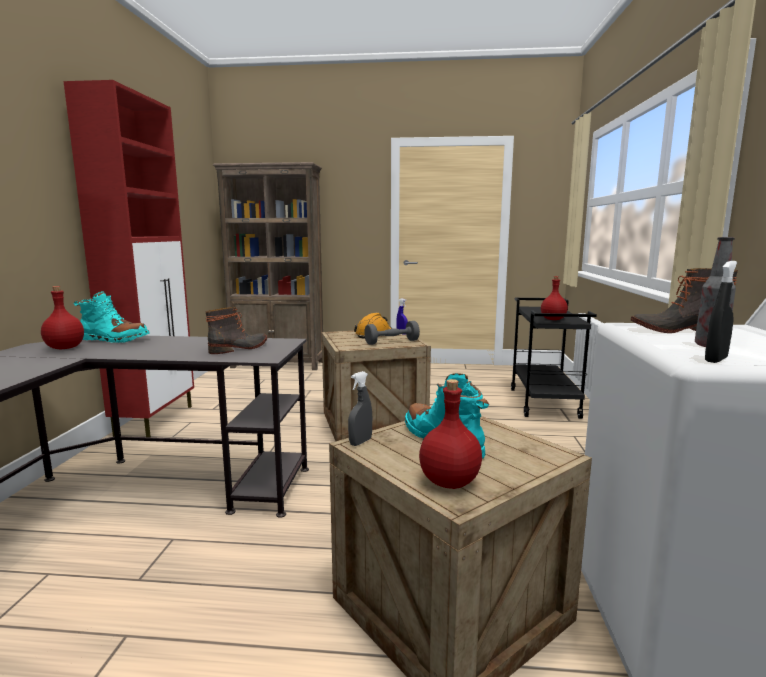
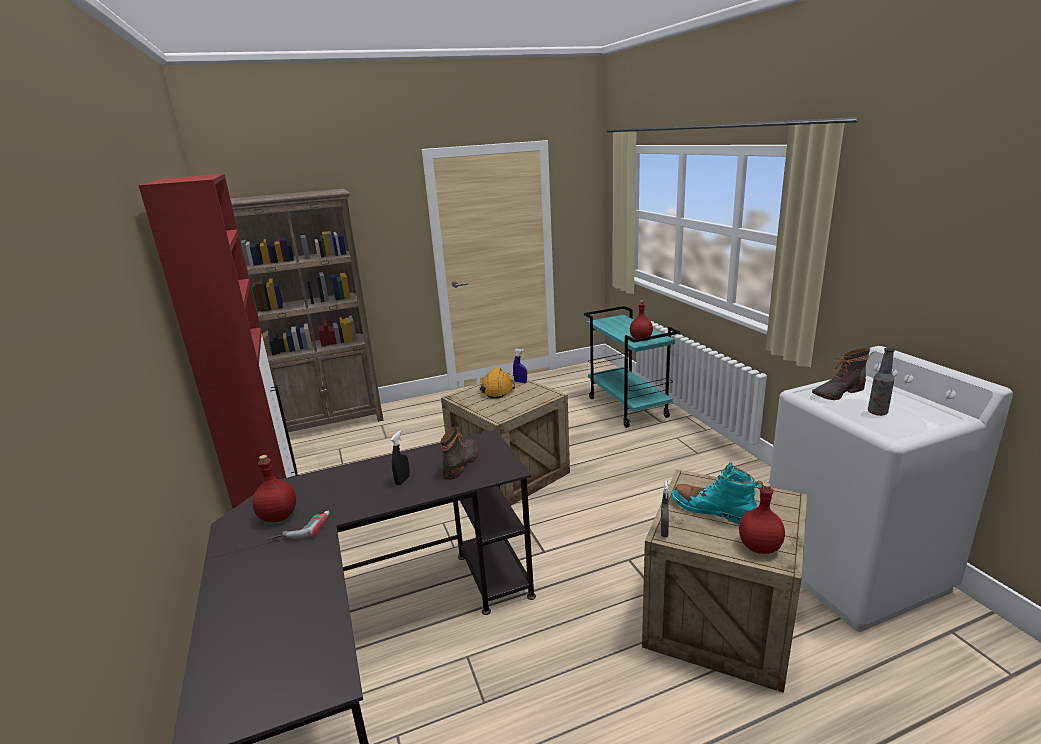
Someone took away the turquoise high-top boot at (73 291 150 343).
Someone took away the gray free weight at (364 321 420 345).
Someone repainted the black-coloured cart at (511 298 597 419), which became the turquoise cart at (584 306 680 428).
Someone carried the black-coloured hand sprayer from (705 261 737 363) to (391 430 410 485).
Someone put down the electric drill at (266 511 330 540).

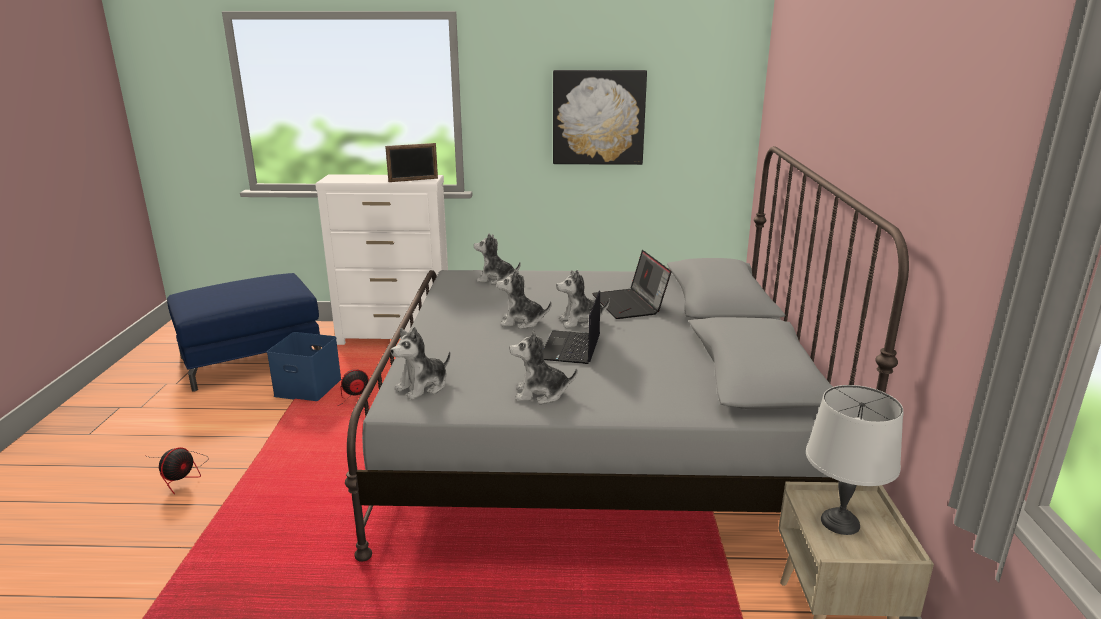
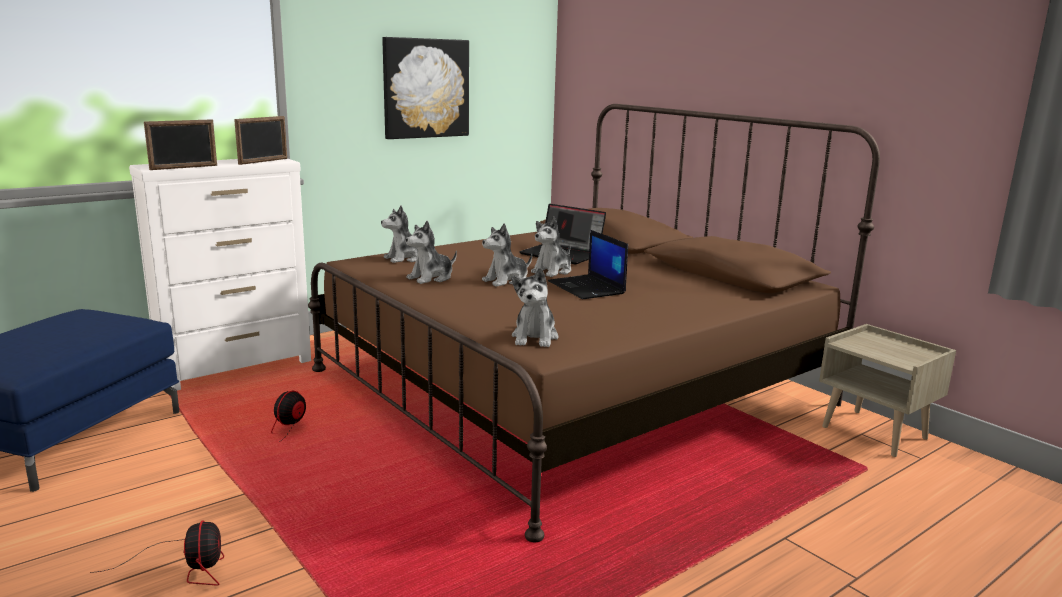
Someone took away the bluish storage bin at (267 332 341 401).
Someone repainted the gray bed at (345 146 909 562), which became the brown-coloured bed at (308 104 880 543).
Someone carried the soft toy from (509 330 577 404) to (405 221 457 284).
Someone took away the gray lamp for a table at (806 385 904 535).
Someone put down the photo frame at (144 119 217 170).

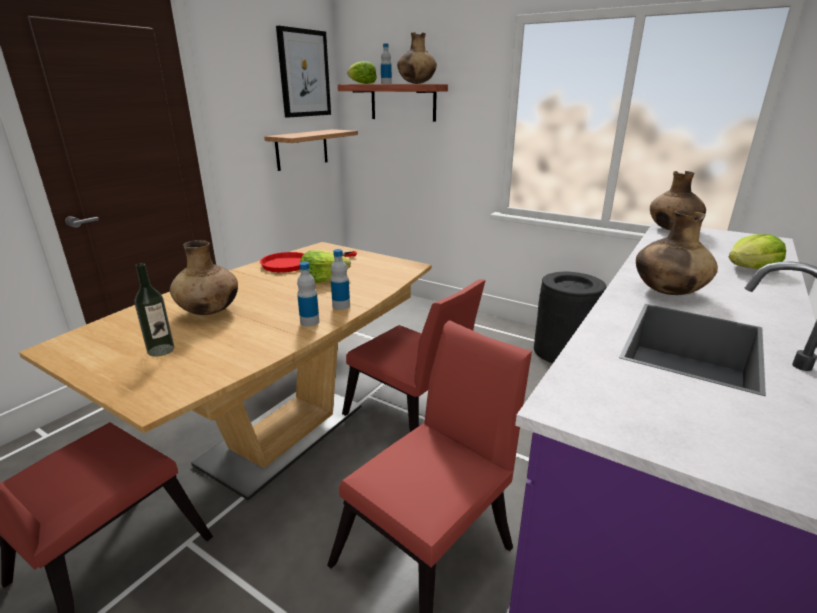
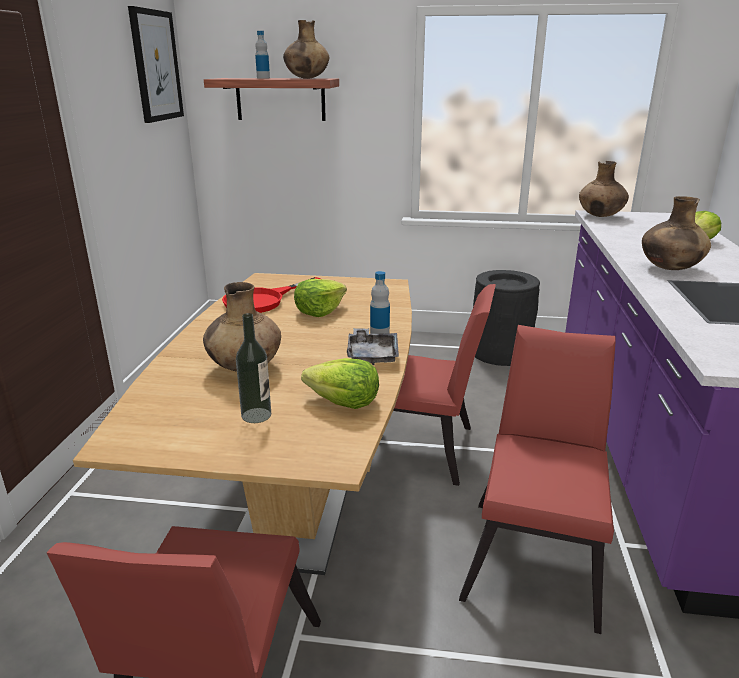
Someone took away the shelf at (264 129 358 171).
Someone swapped the bottle at (297 261 319 327) for the gray carrying tray at (347 328 399 365).
Someone carried the head of lettuce from (347 61 377 84) to (301 358 379 409).

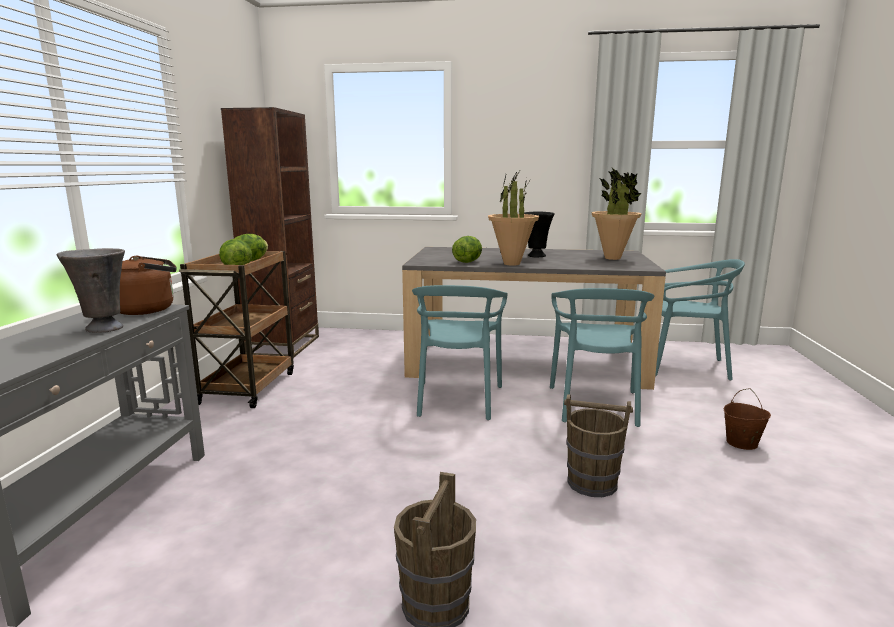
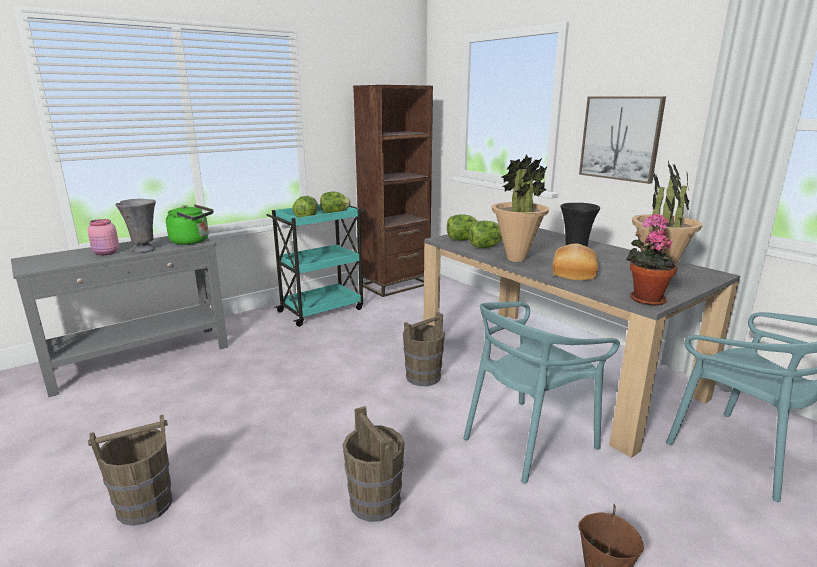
Someone repainted the brown-coloured water kettle at (120 256 177 315), which became the greenish water kettle at (166 204 213 245).
Someone repainted the brown-coloured cart at (179 251 294 408), which became the turquoise cart at (266 204 364 327).
Someone swapped the turquoise plain chair at (412 285 508 420) for the brown-coloured water bucket at (403 312 445 386).
Someone put down the pinkish preserve jar at (87 219 119 255).
Someone put down the head of lettuce at (447 214 478 241).
Someone put down the bakery bread at (553 243 598 280).
Someone put up the wall art at (579 96 666 184).
Someone put down the plant in a pot at (626 214 677 306).

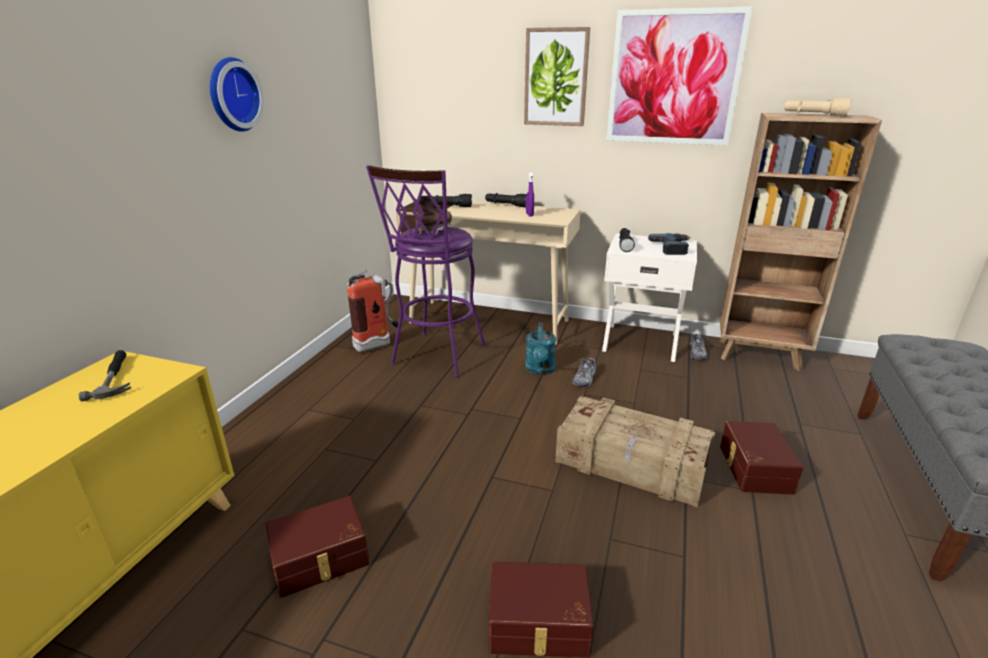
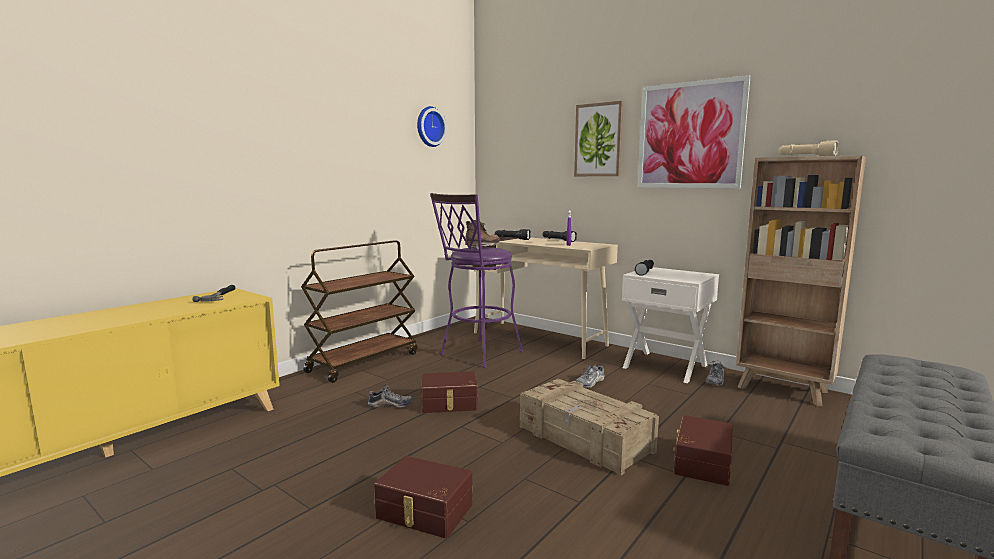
Someone carried the clock on the wall from (210 57 264 132) to (417 106 447 147).
Someone carried the brown-coloured storage bin from (265 496 370 598) to (421 371 478 413).
Someone took away the extinguisher at (347 270 399 352).
Someone took away the turquoise sprinkling can at (525 322 556 375).
Someone took away the electric drill at (648 233 691 255).
Someone put down the brown-coloured cart at (301 240 418 383).
Someone put down the shoe at (368 384 413 408).

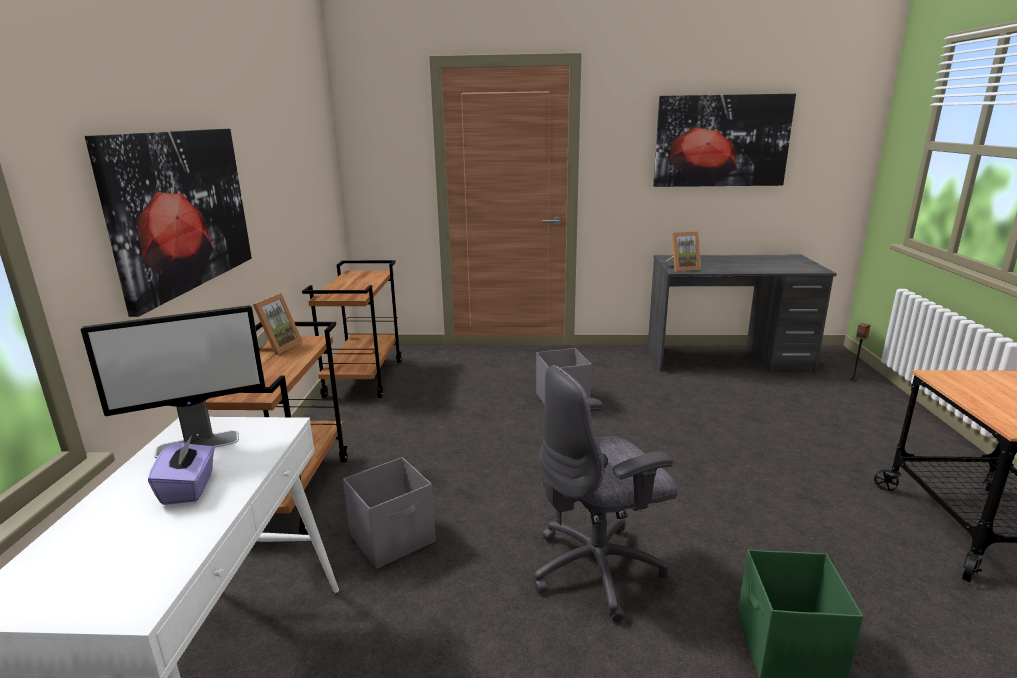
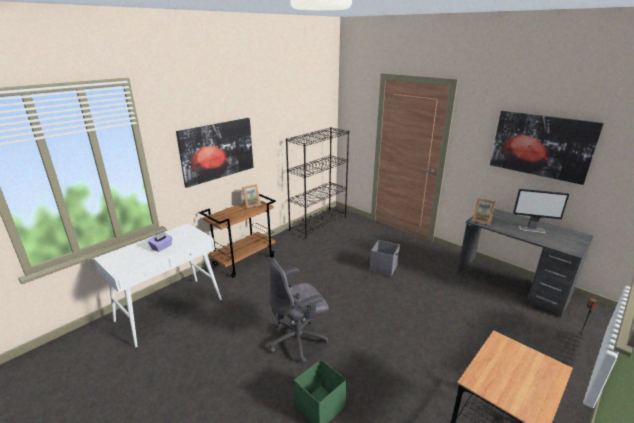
Someone carried the computer screen from (81 305 265 458) to (513 189 569 233).
Someone swapped the brown-coloured cart at (302 260 401 398) for the black-coloured bookcase at (286 127 349 239).
Someone took away the gray storage bin at (343 457 436 569).
Someone rotated the gray office chair at (534 365 678 622) by 45 degrees counterclockwise.

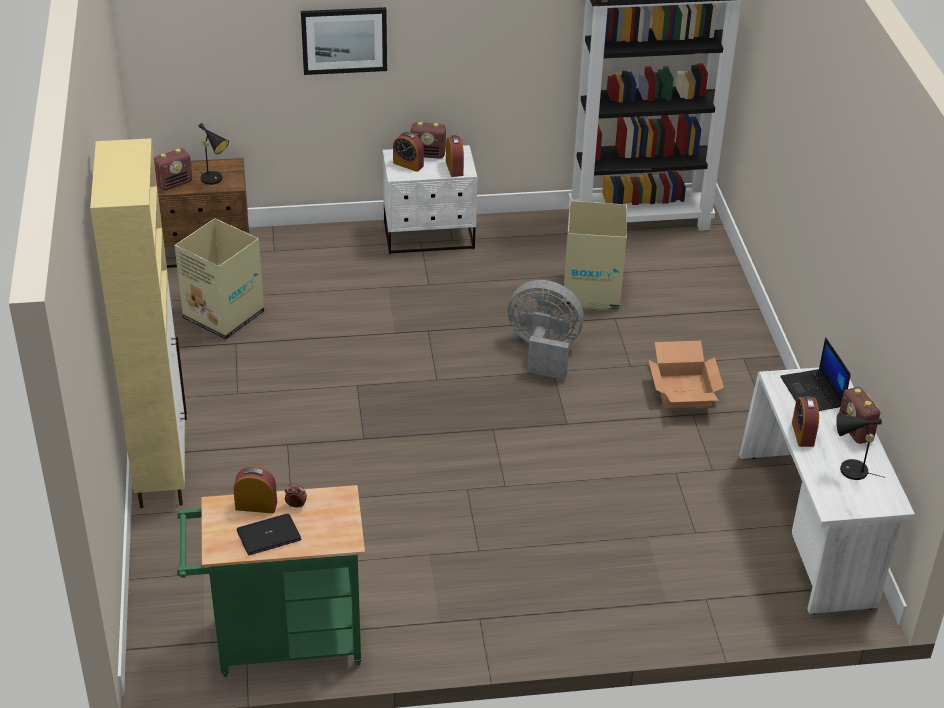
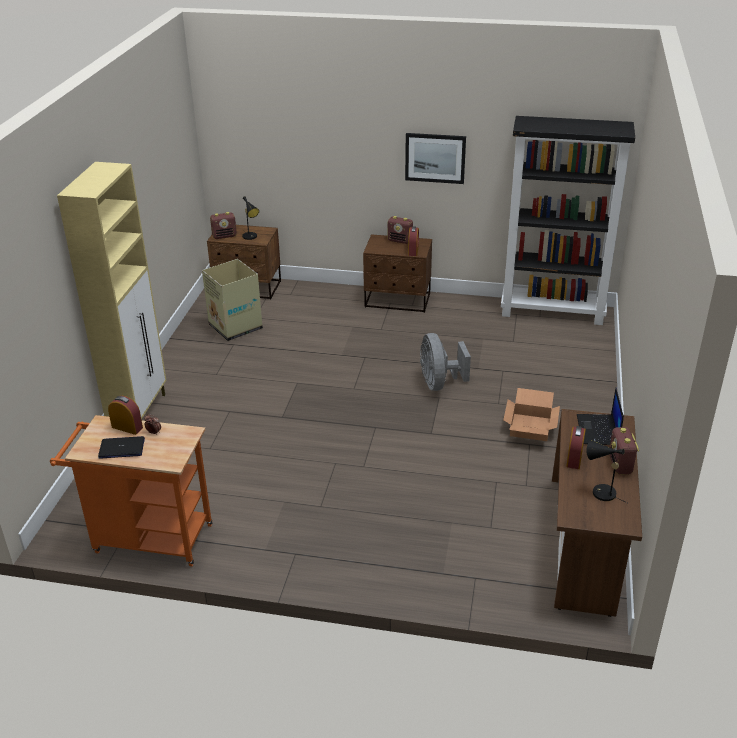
Someone repainted the greenish cart at (177 485 365 677), which became the orange cart at (50 415 212 566).
Someone carried the wall art from (301 7 387 75) to (405 133 466 184).
Someone repainted the white nightstand at (382 145 477 254), which became the brown-coloured nightstand at (363 234 432 313).
Someone took away the alarm clock at (393 132 424 172).
Someone rotated the gray cooling fan at (507 280 584 380) by 135 degrees counterclockwise.
Someone took away the packing box at (563 201 627 310).
Someone repainted the white desk table at (739 367 915 615), which became the brown-coloured desk table at (552 409 642 617).

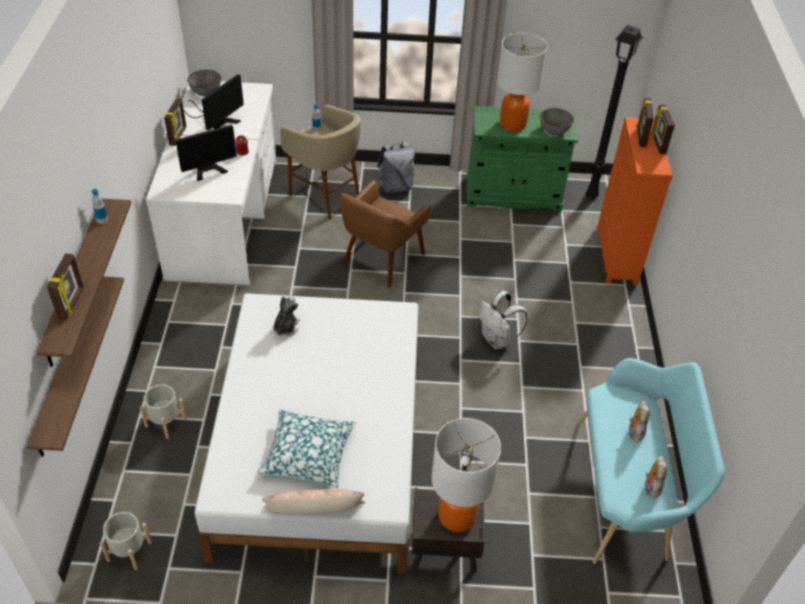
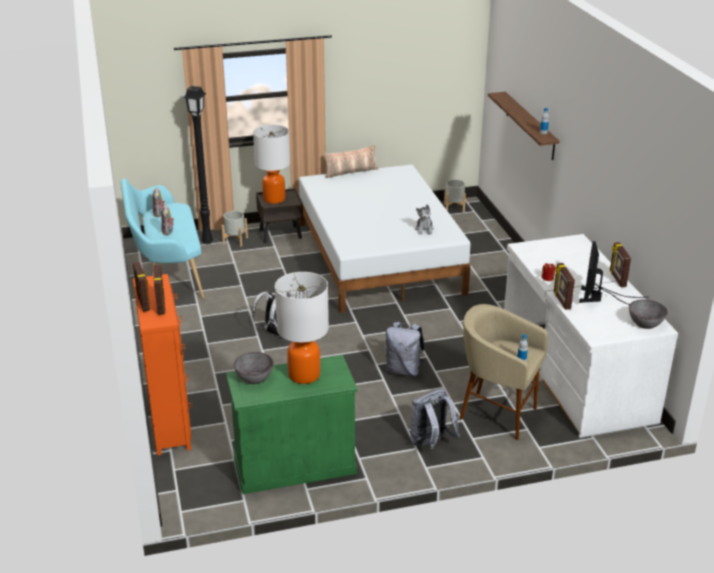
Someone took away the shelf at (26 276 124 457).
Someone carried the photo frame from (47 253 84 320) to (554 263 575 310).
Someone carried the gray flower pot from (140 384 187 439) to (221 211 248 247).
Someone took away the computer screen at (176 125 237 181).
Someone took away the cushion at (258 410 356 488).
Someone swapped the brown-coloured easy chair at (340 180 431 287) for the gray backpack at (385 322 425 377).
Someone carried the black-coloured floor lamp from (586 25 643 200) to (183 86 213 244).

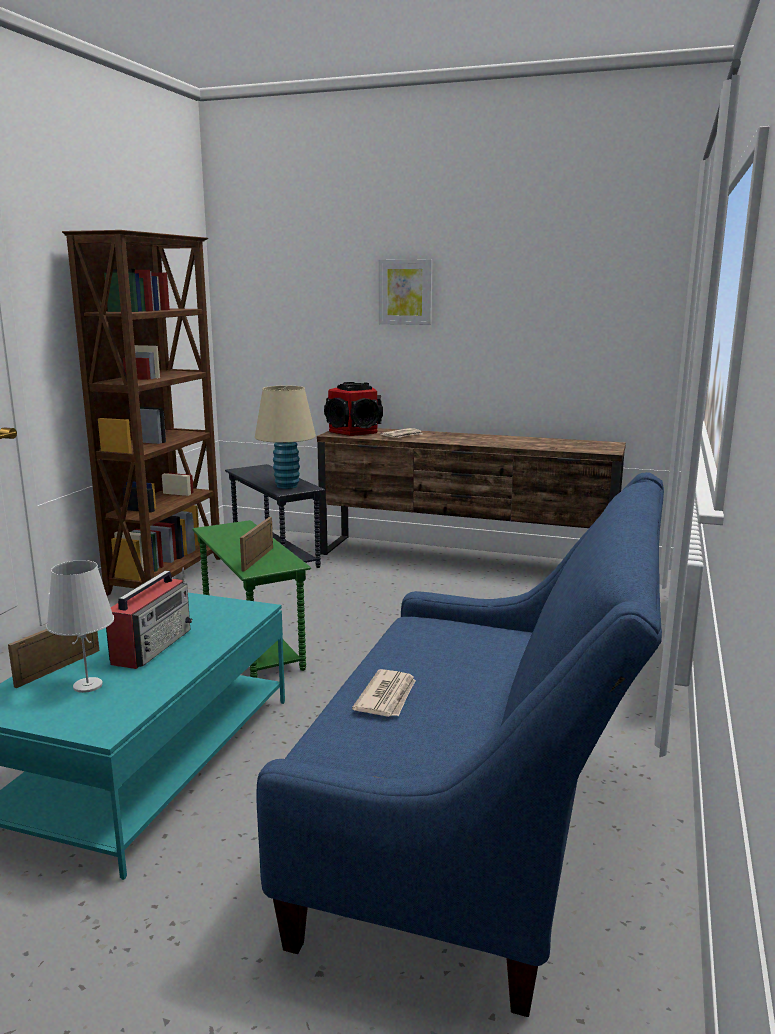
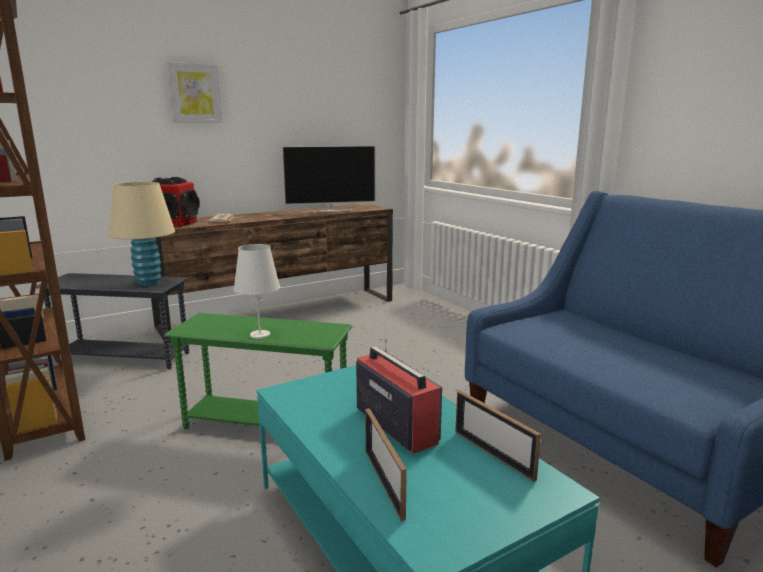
Someone carried the white lamp for a table from (46 560 114 693) to (233 244 280 339).
Someone carried the photo frame from (240 517 273 572) to (455 390 541 482).
Someone took away the printed paper at (352 669 416 717).
Someone put down the TV set at (282 145 376 212).

